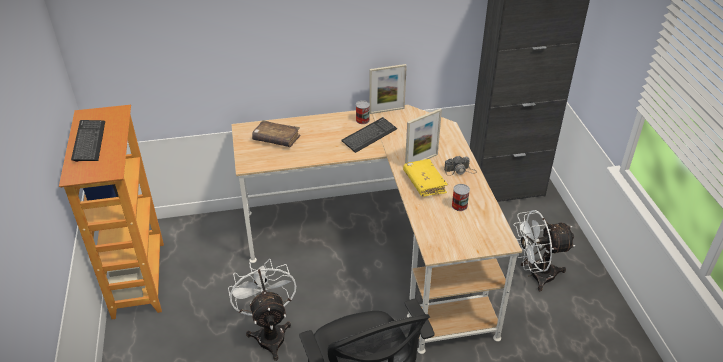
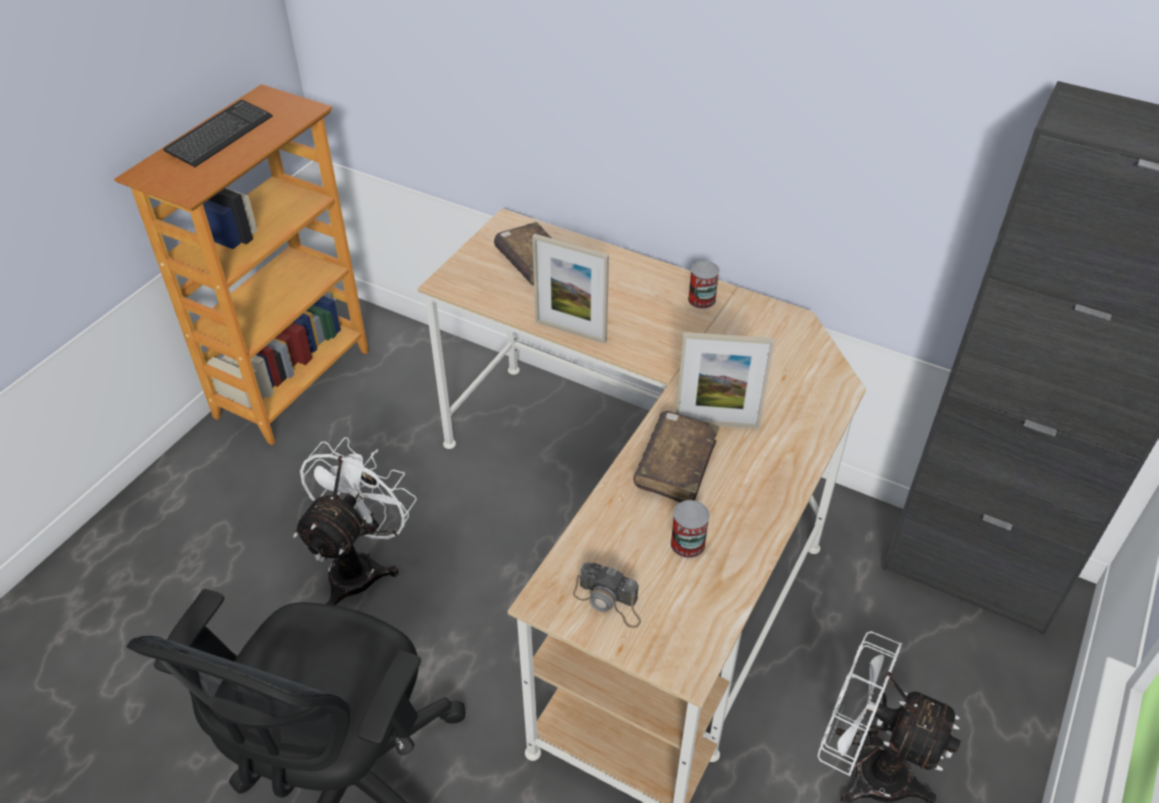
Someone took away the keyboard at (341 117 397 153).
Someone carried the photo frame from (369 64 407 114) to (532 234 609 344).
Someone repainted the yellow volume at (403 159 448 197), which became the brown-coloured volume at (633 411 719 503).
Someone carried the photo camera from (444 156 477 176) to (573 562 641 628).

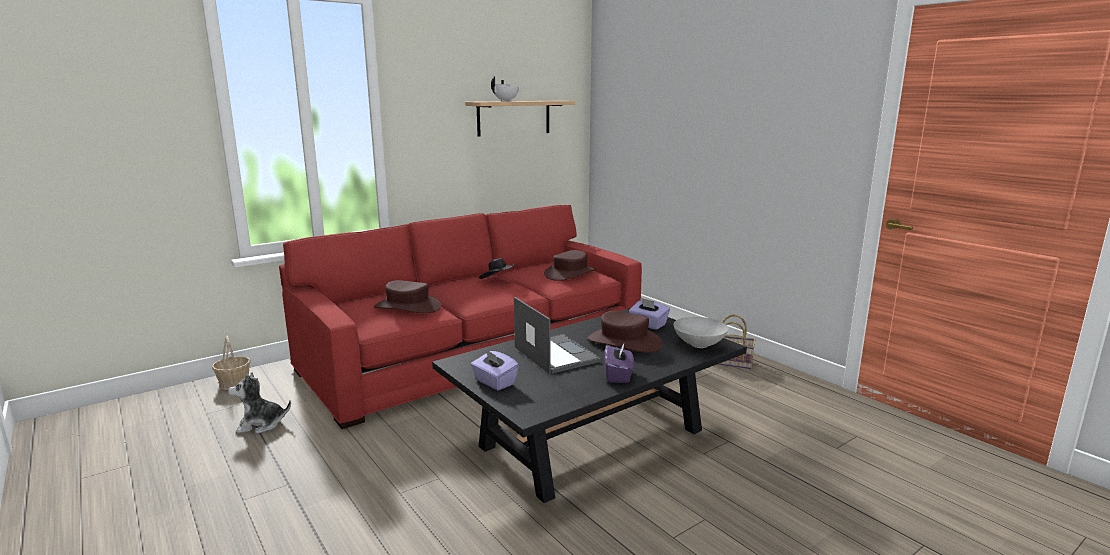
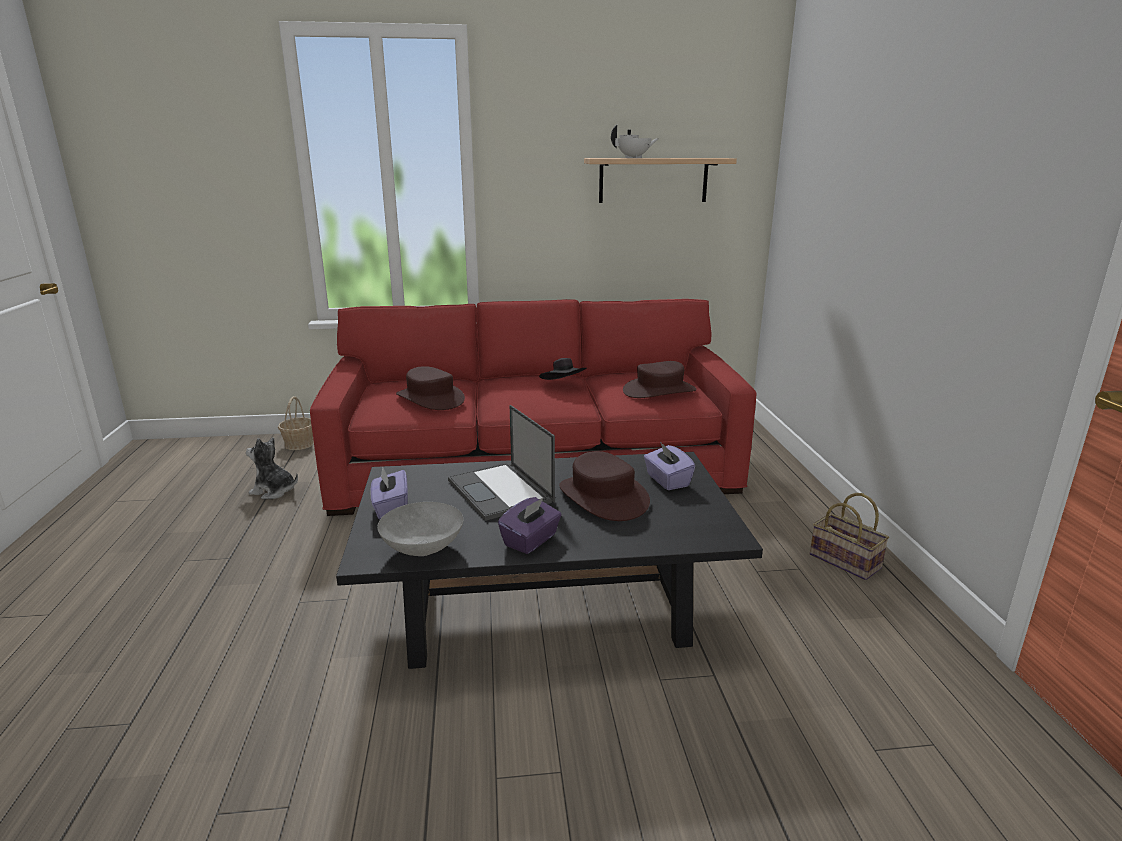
Someone rotated the laptop at (514 297 601 374) by 150 degrees clockwise.
Someone carried the gray serving bowl from (673 317 729 348) to (377 502 463 556).

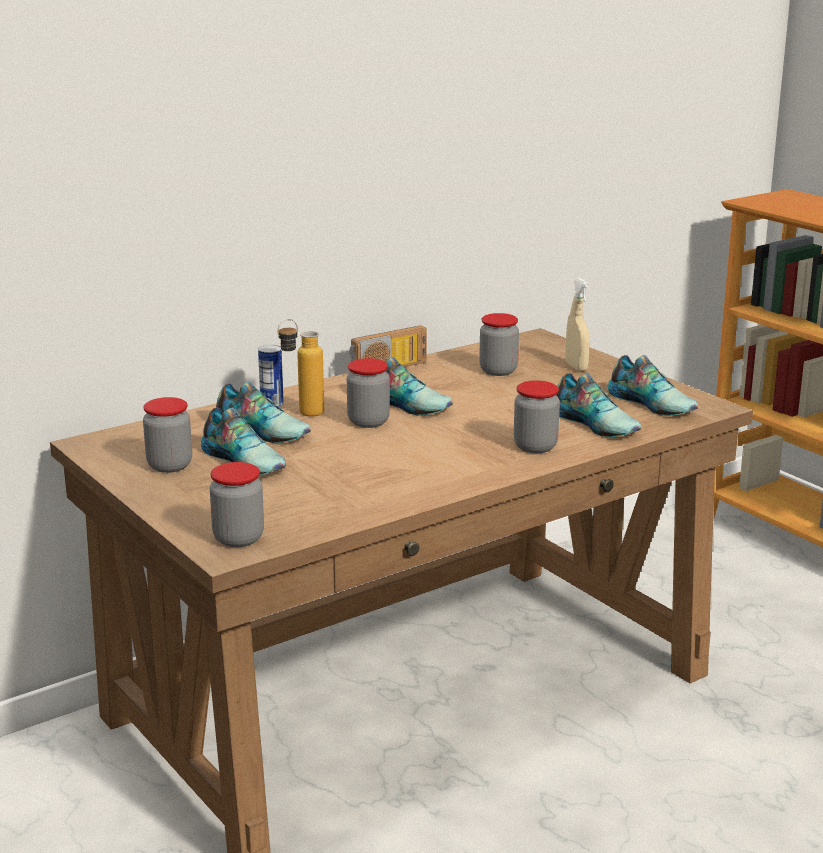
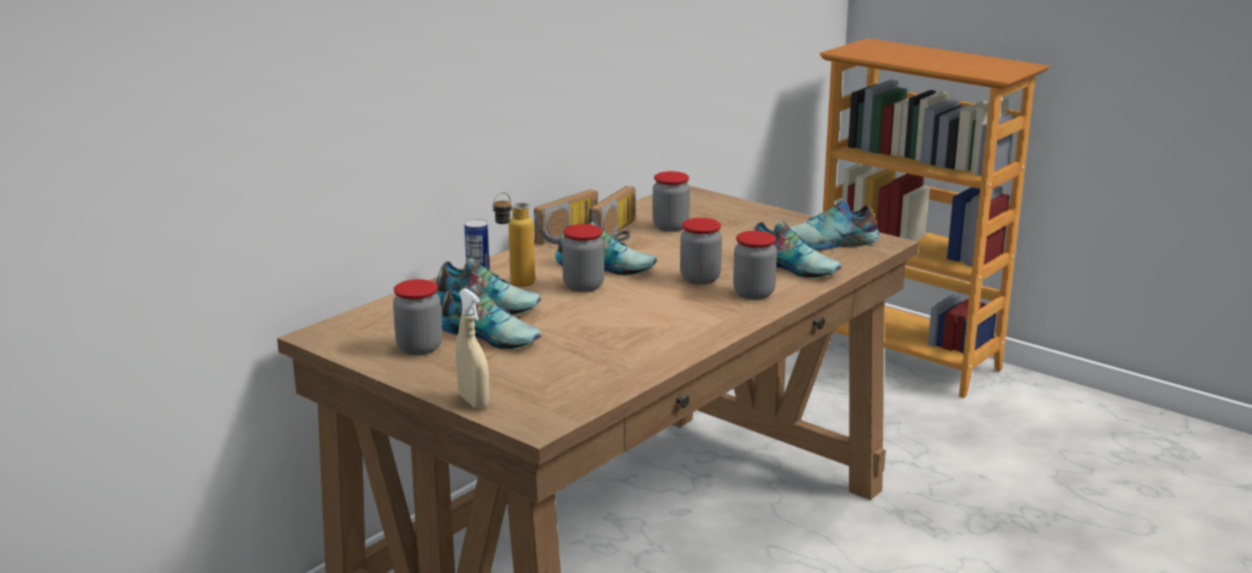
Someone carried the preserve jar from (210 462 264 547) to (680 218 722 285).
Someone carried the beige-coloured hand sprayer from (566 278 590 371) to (456 288 489 409).
Someone rotated the shoe at (608 355 698 416) by 135 degrees clockwise.
Someone put down the radio at (589 186 635 242).

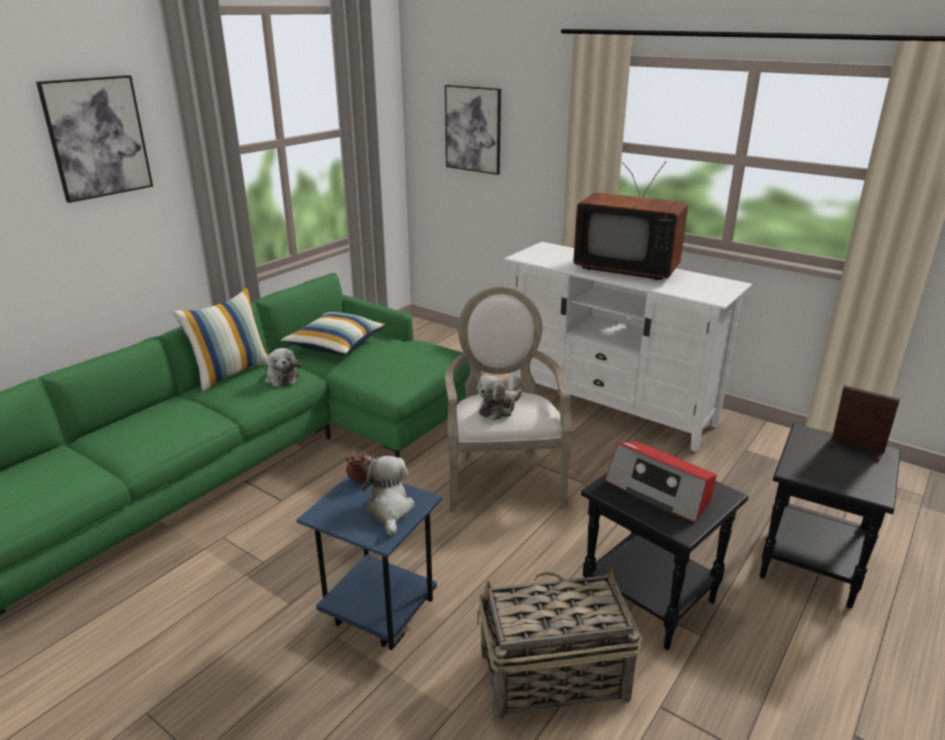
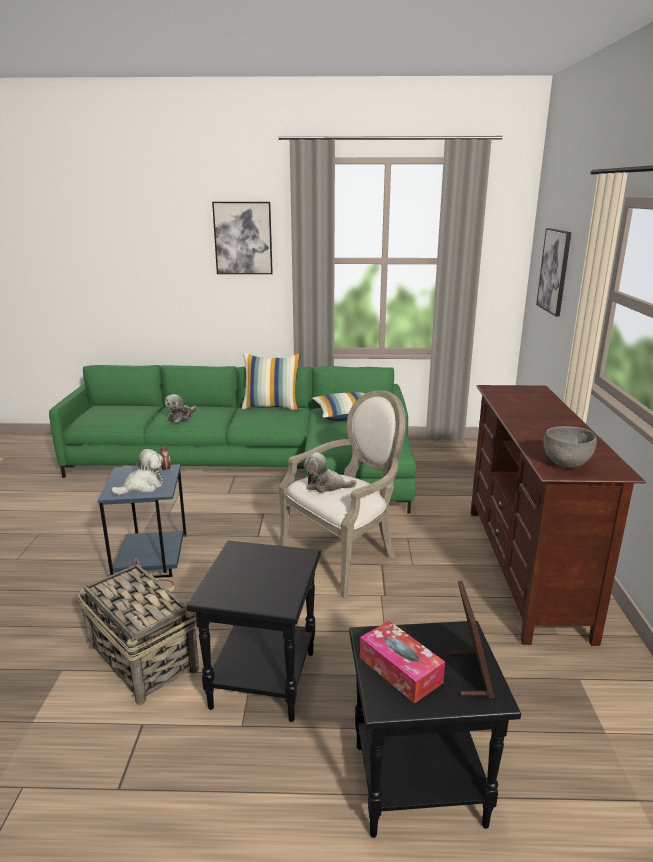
Someone carried the soft toy from (265 348 301 387) to (165 394 196 423).
Someone repainted the white media console at (504 242 752 452), which became the brown-coloured media console at (471 385 646 646).
Someone took away the TV set at (573 161 688 280).
Someone took away the radio at (605 441 716 522).
Someone put down the tissue box at (360 621 445 704).
Someone put down the gray serving bowl at (544 426 597 468).

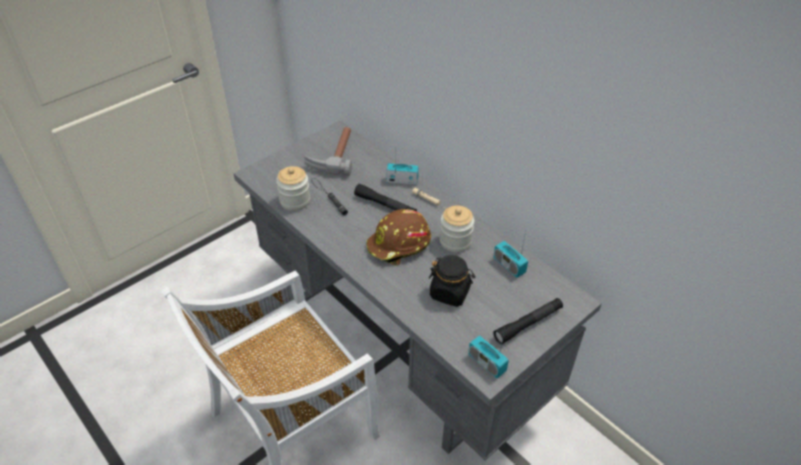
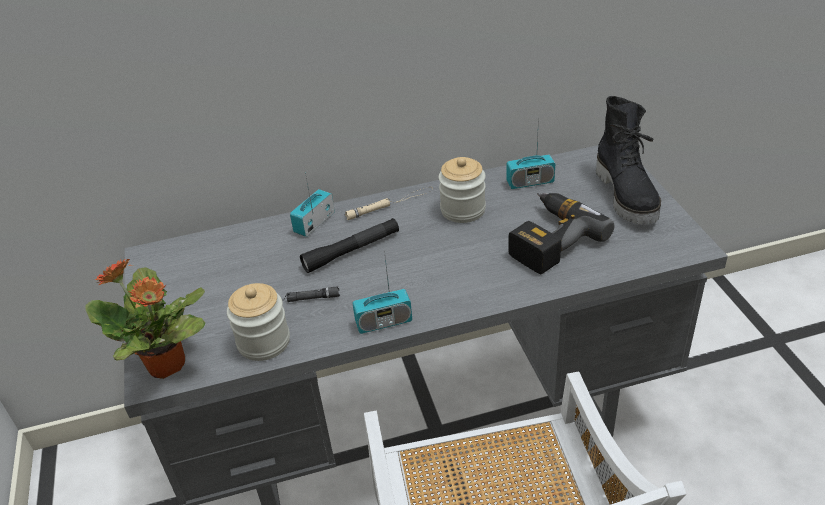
Someone took away the hand hammer at (304 127 352 176).
Someone took away the brown-coloured hard hat at (366 209 431 266).
Someone swapped the black-coloured preserve jar at (429 255 475 307) for the electric drill at (508 193 615 274).
Someone carried the radio from (468 328 509 379) to (352 251 412 334).
Someone swapped the black-coloured torch at (493 298 563 344) for the black-coloured high-top boot at (596 96 661 225).
Someone put down the plant in a pot at (86 259 205 379).

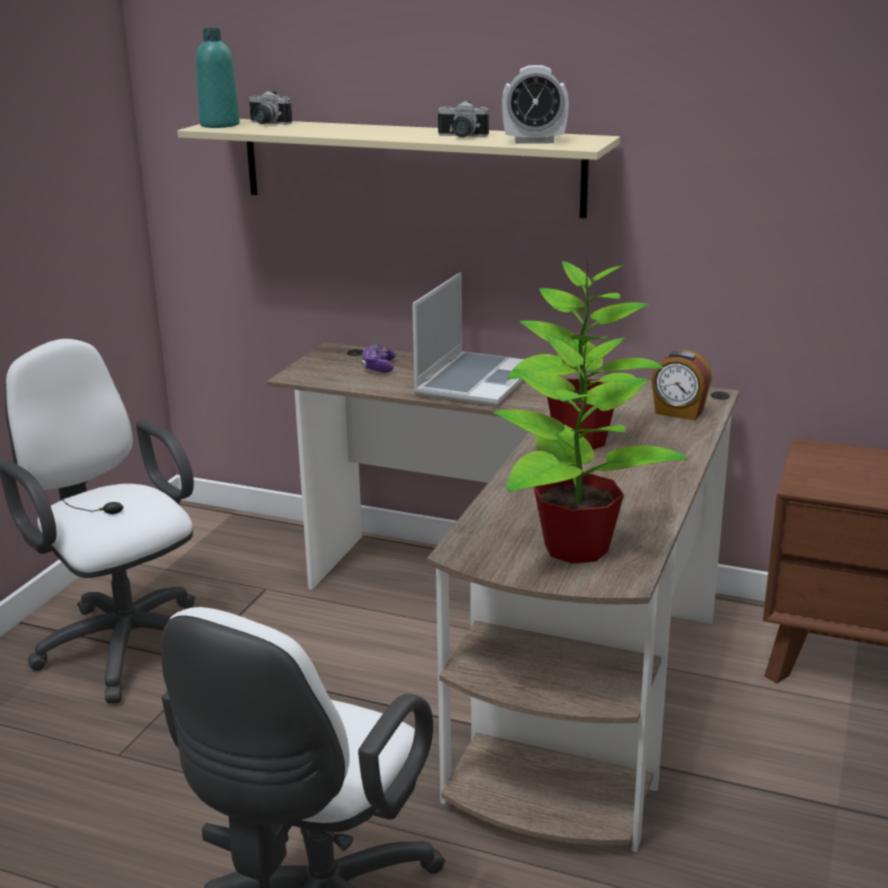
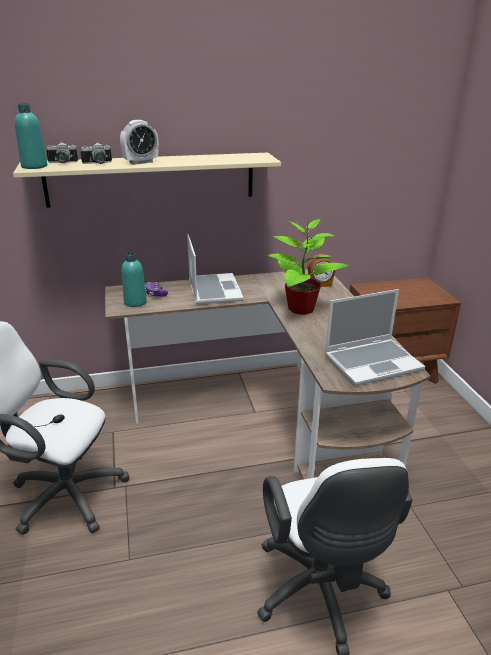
Someone carried the photo camera from (438 99 489 137) to (80 142 112 164).
Someone swapped the plant in a pot at (493 333 688 564) for the laptop at (325 289 425 386).
Someone carried the alarm clock from (502 65 569 144) to (120 120 159 165).
Someone put down the turquoise bottle at (122 252 147 307).

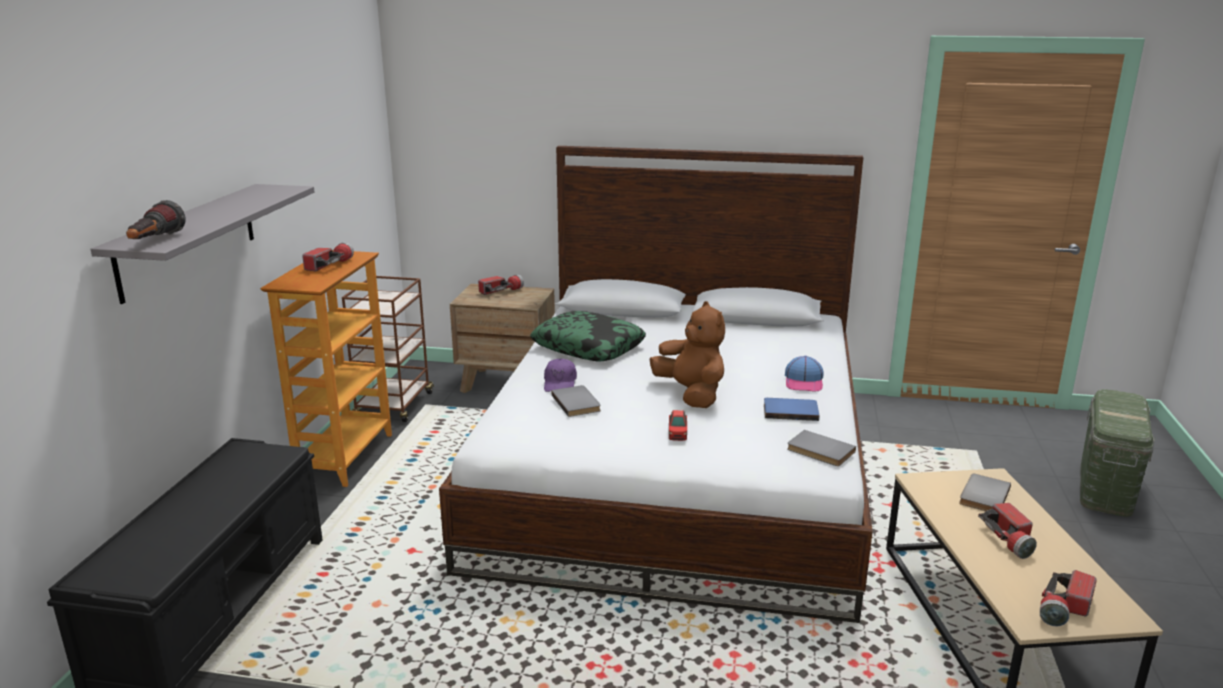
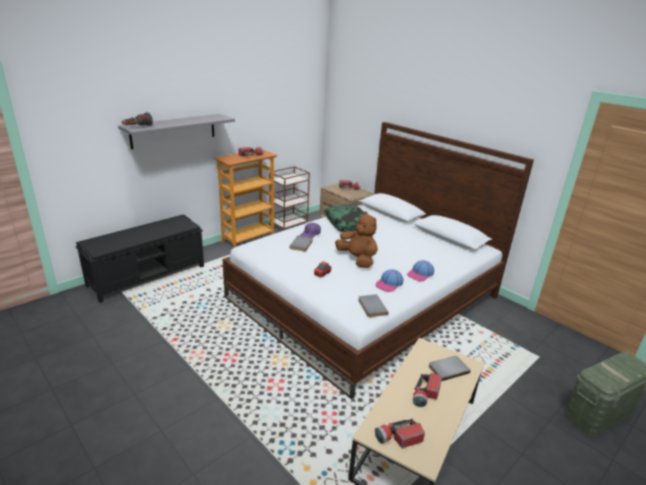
Someone rotated the brown-coloured soft toy at (649 301 725 408) by 45 degrees counterclockwise.
Someone swapped the bluish volume at (764 398 820 421) for the baseball cap at (375 269 403 292).

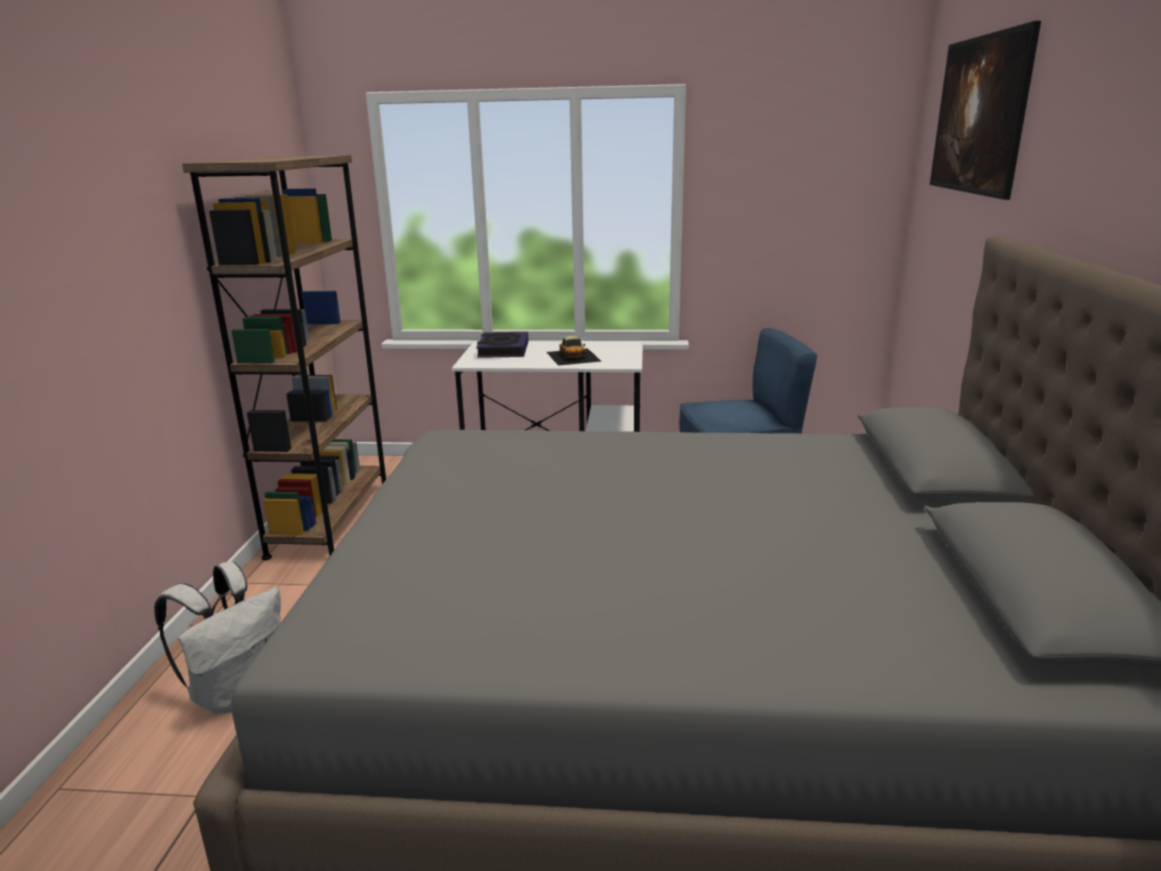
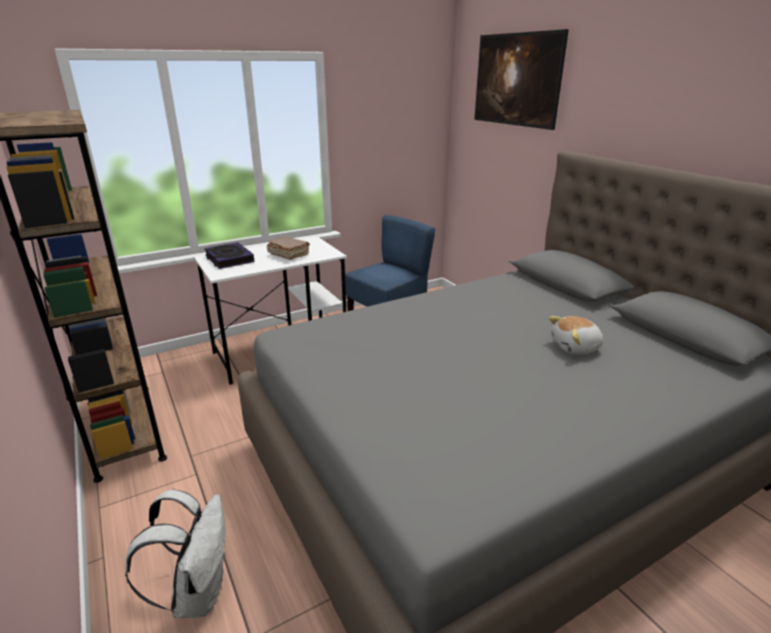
Someone swapped the miniature car at (547 336 601 366) for the brown-coloured volume at (267 236 310 260).
Someone put down the soft toy at (549 316 603 355).

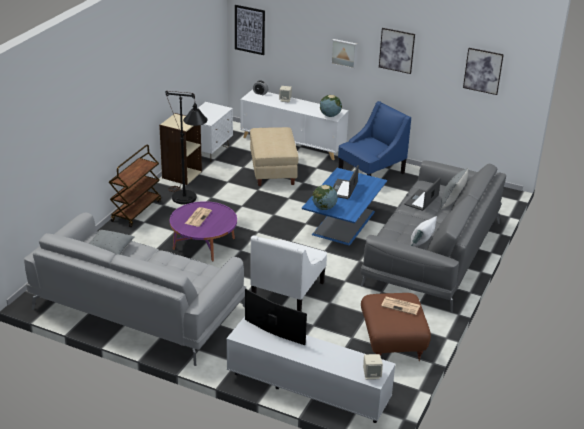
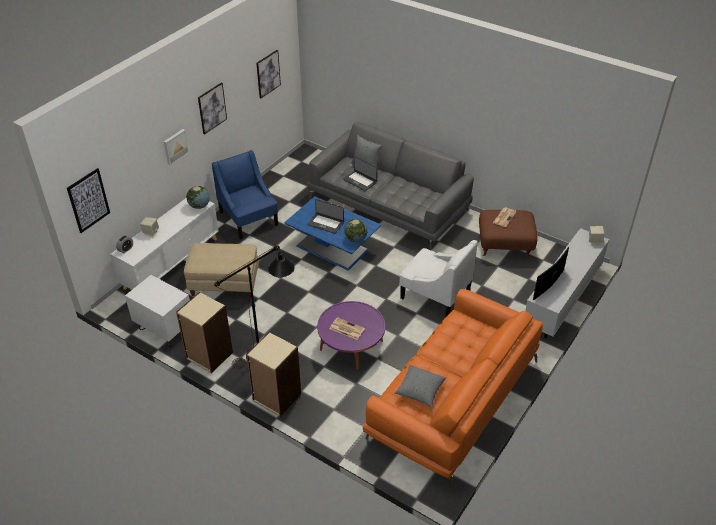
Someone repainted the gray settee at (24 213 246 366), which became the orange settee at (363 289 543 488).
Someone swapped the brown-coloured cart at (109 144 161 227) for the beige-coloured bookcase at (246 332 301 417).
Someone took away the white cushion at (410 216 437 246).

